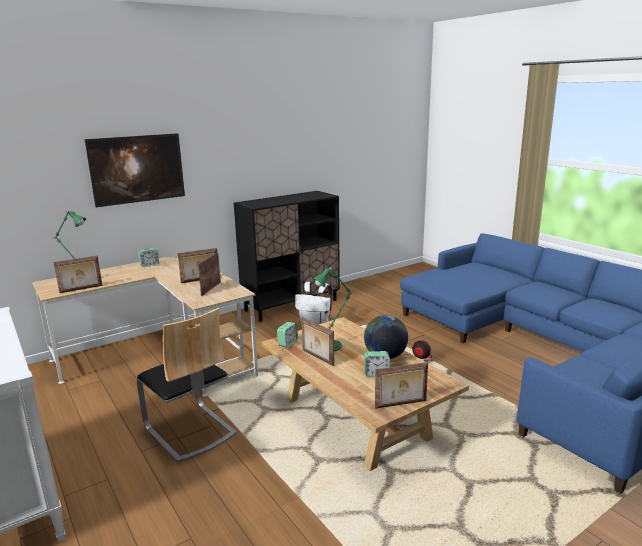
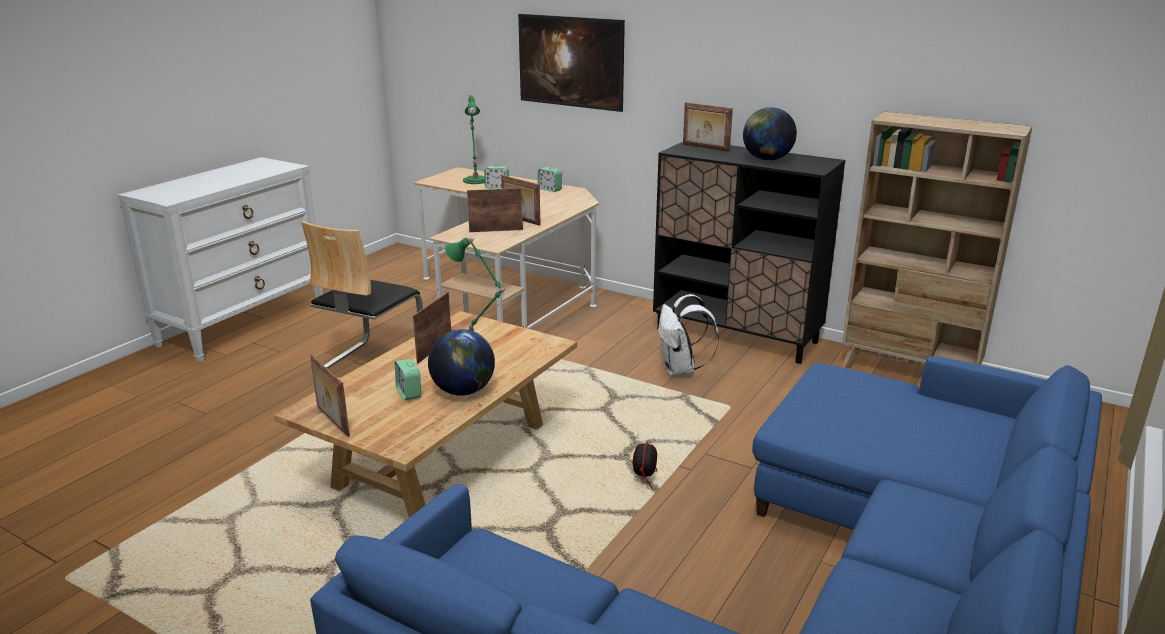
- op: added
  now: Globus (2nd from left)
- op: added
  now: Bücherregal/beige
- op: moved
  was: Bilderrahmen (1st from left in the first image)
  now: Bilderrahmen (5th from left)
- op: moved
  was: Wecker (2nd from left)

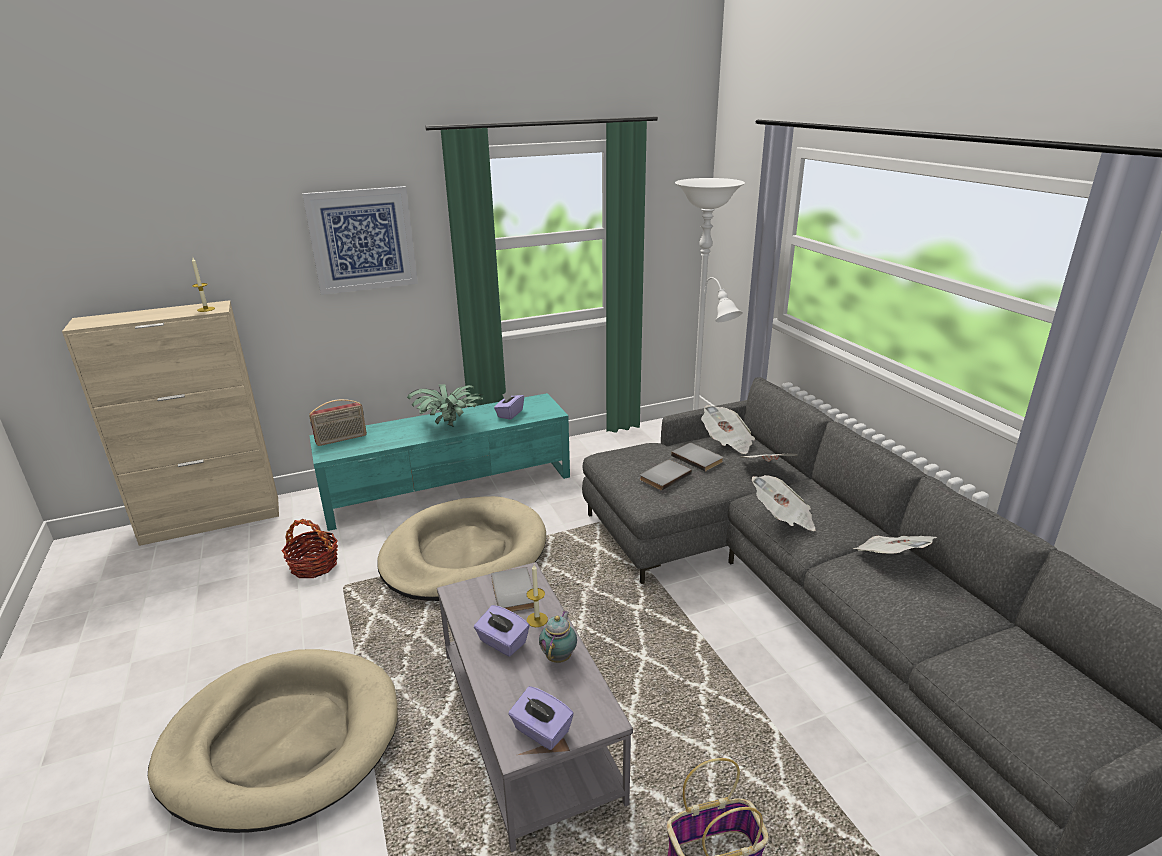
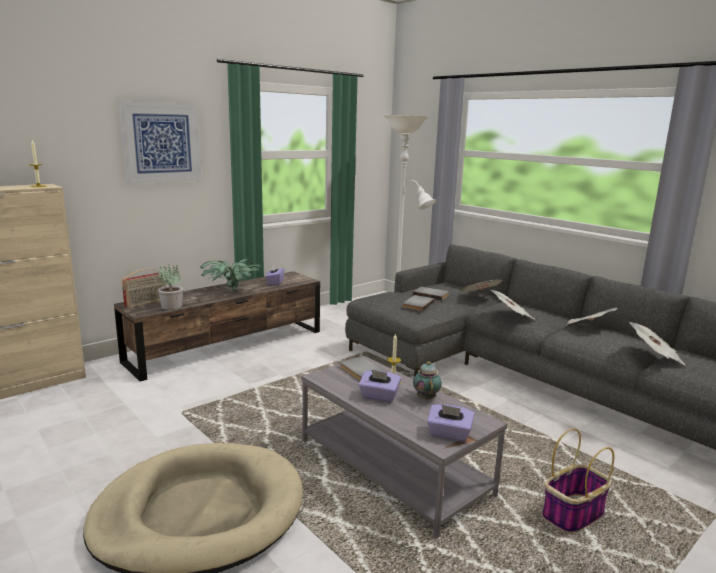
- op: removed
  was: Korb (1st from left)
- op: removed
  was: Hundebett/beige (2nd from left)
- op: added
  now: Topfpflanze (1st from left)
- op: moved
  was: Zeitung (1st from left in the first image)
  now: Zeitung (4th from left)
- op: recoloured
  was: Fernsehschrank/türkis
  now: Fernsehschrank/braun

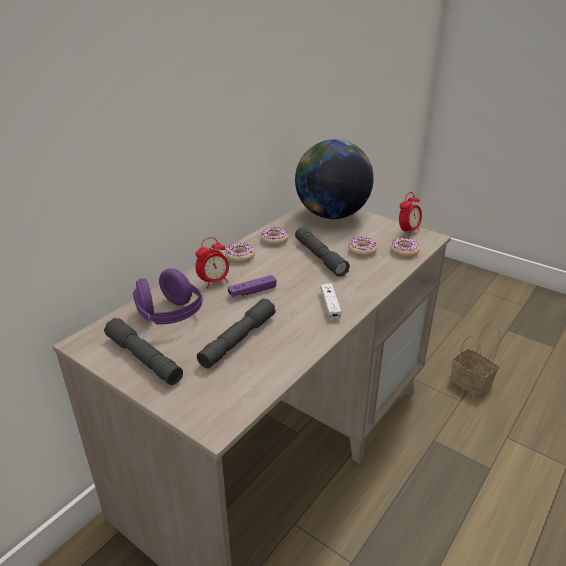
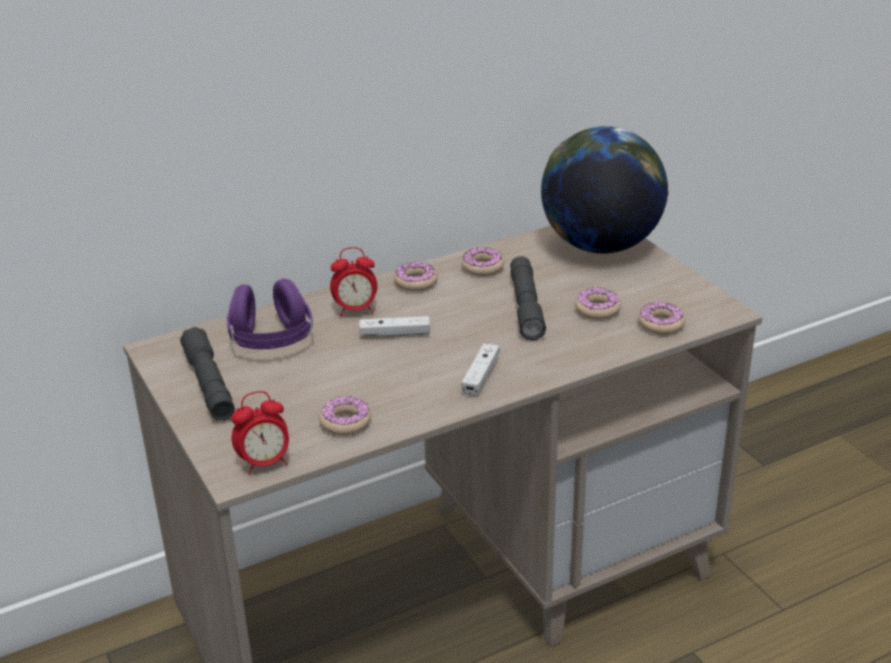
- op: removed
  was: Taschenlampe/grau (2nd from left)
- op: removed
  was: Korb
- op: added
  now: Donut (1st from left)
- op: moved
  was: Wecker (2nd from left in the first image)
  now: Wecker (1st from left)
- op: recoloured
  was: Gamepad/lila
  now: Gamepad/weiß (1st from left)

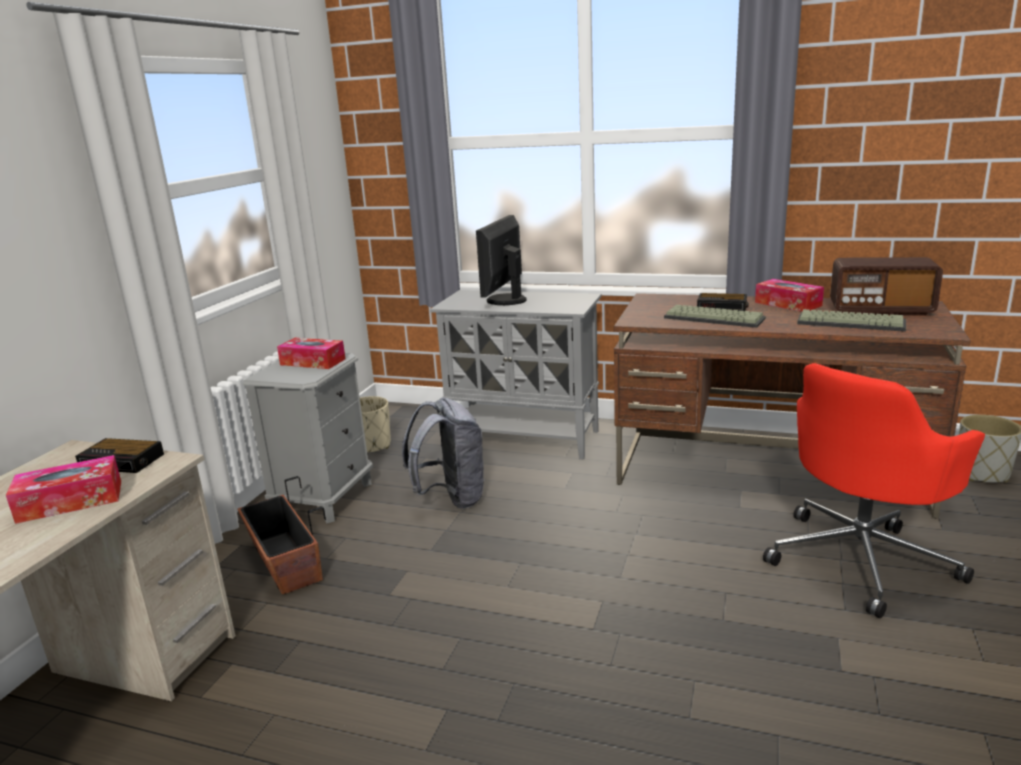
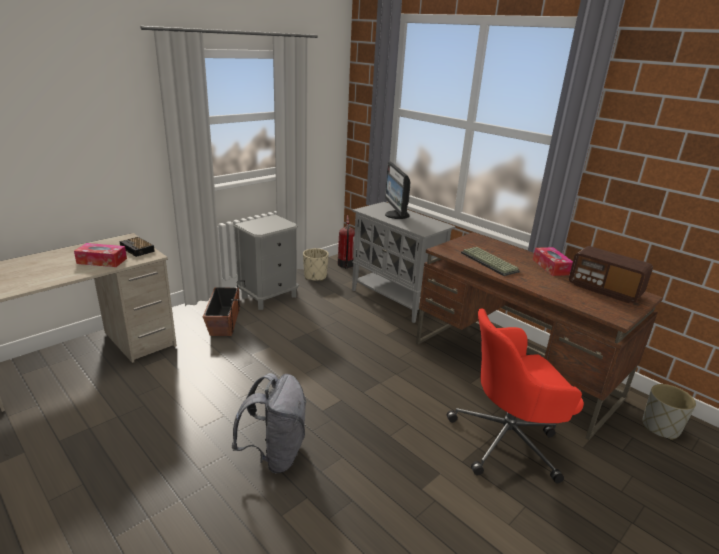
- op: removed
  was: Taschentuchbox (2nd from left)
- op: removed
  was: Wecker (2nd from left)
- op: removed
  was: Tastatur (2nd from left)
- op: added
  now: Feuerlöscher
- op: moved
  was: Rucksack/grau
- op: turned
  was: Monitor
  clockwise: -60

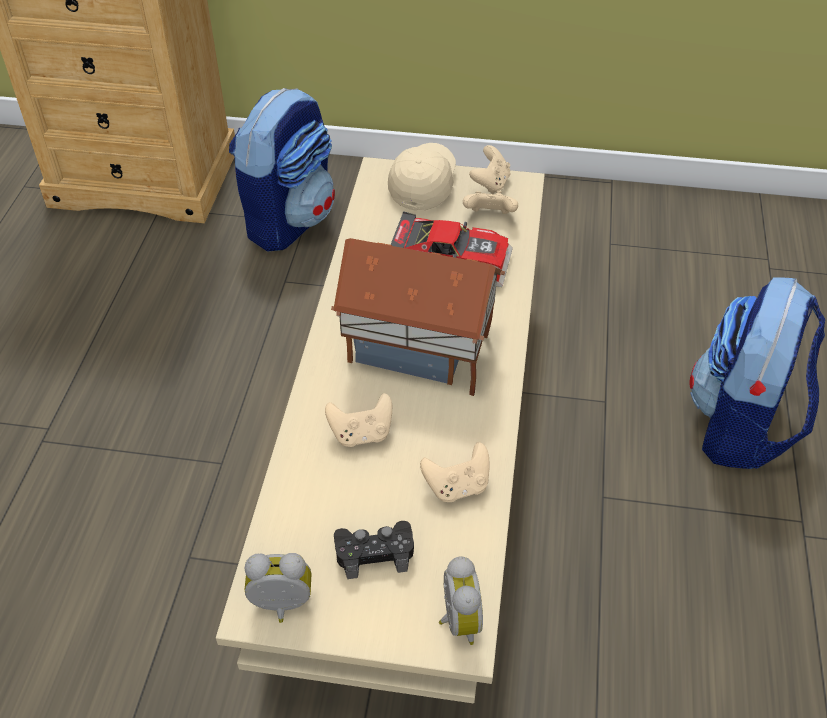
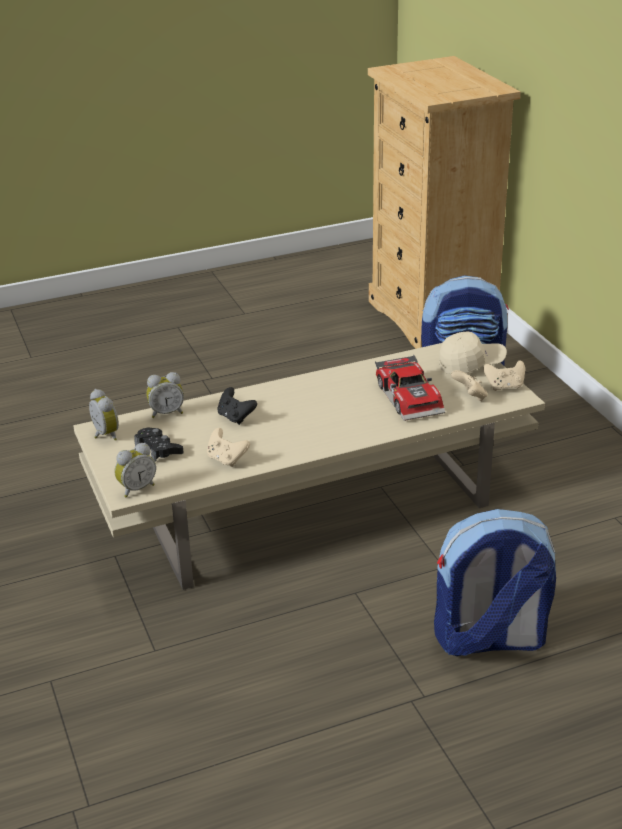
- op: removed
  was: Spielzeughaus
- op: added
  now: Wecker (3rd from left)
- op: recoloured
  was: Gamepad/beige (1st from left)
  now: Gamepad/schwarz (2nd from left)

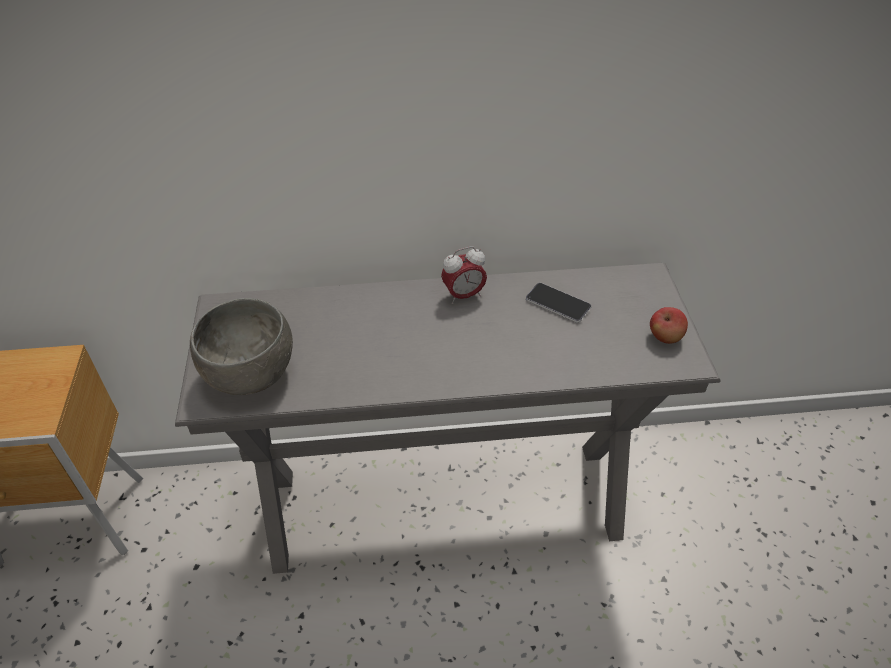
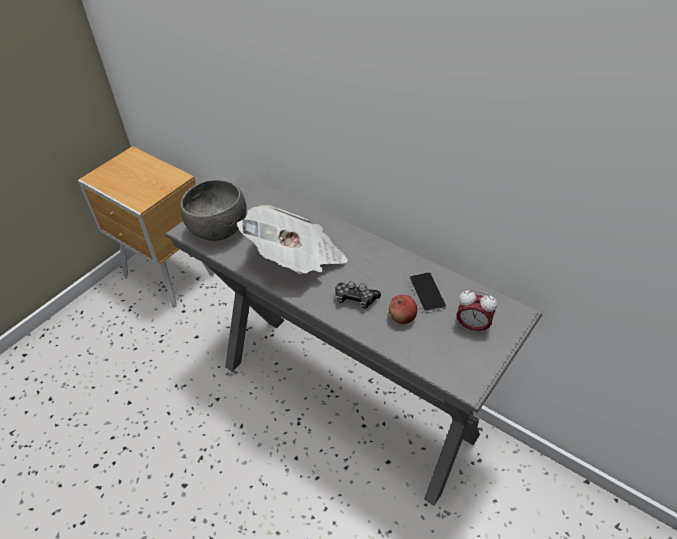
- op: added
  now: Zeitung
- op: added
  now: Gamepad
- op: moved
  was: Wecker
- op: moved
  was: Apfel

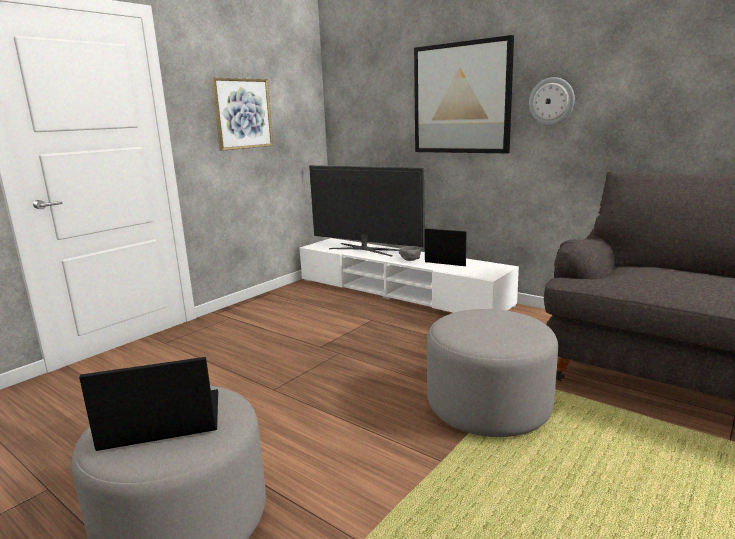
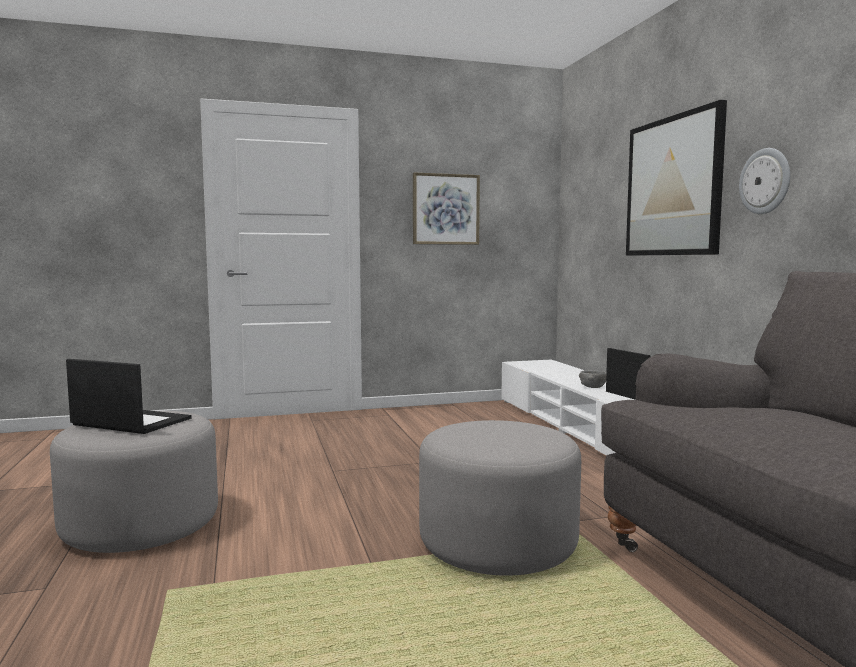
- op: removed
  was: Fernseher

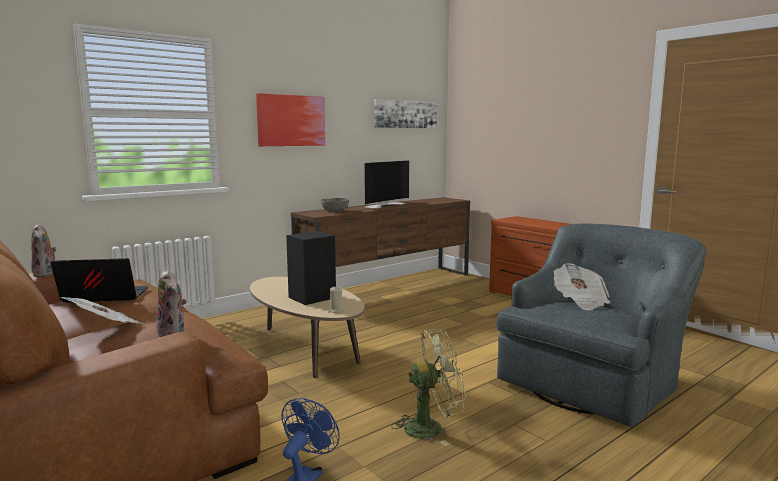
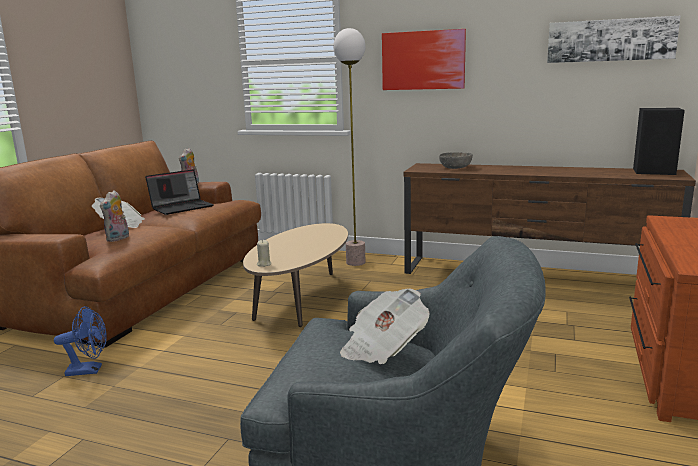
- op: removed
  was: Fernseher
- op: removed
  was: Ventilator/grün
- op: added
  now: Stehlampe
- op: moved
  was: Lautsprecher/schwarz
- op: turned
  was: Laptop
  clockwise: 90

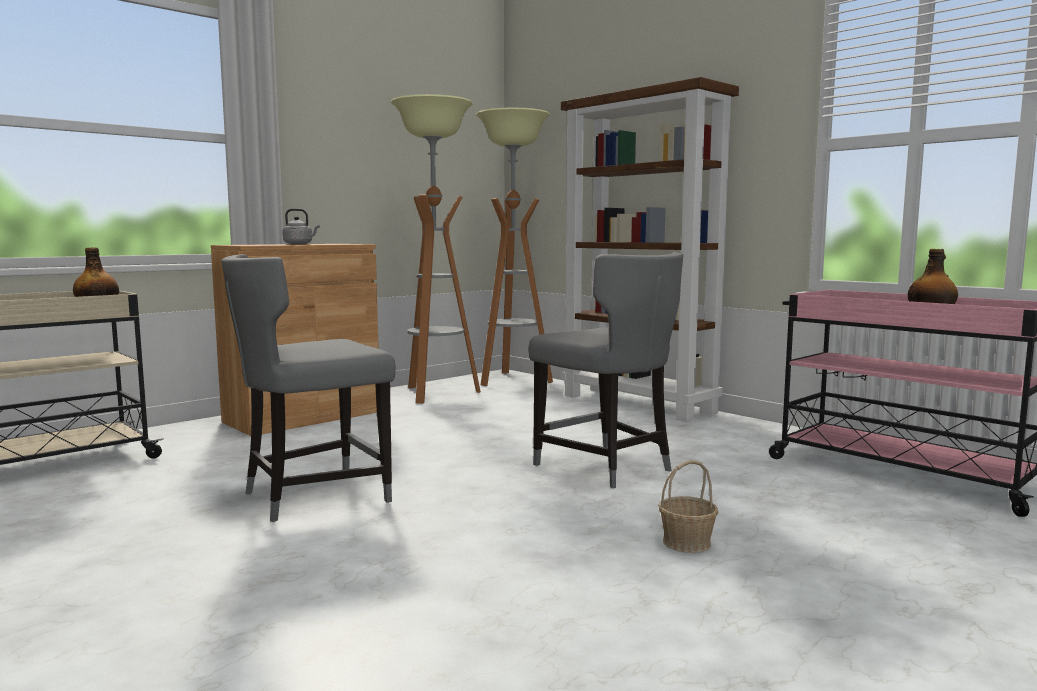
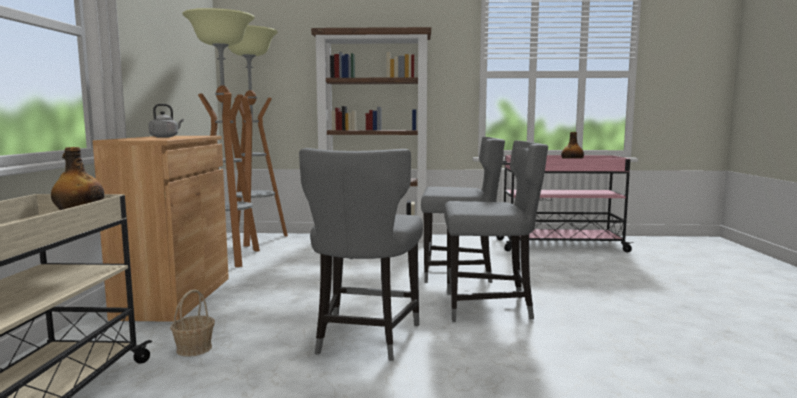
- op: added
  now: Stuhl/grau (3rd from left)
- op: moved
  was: Korb

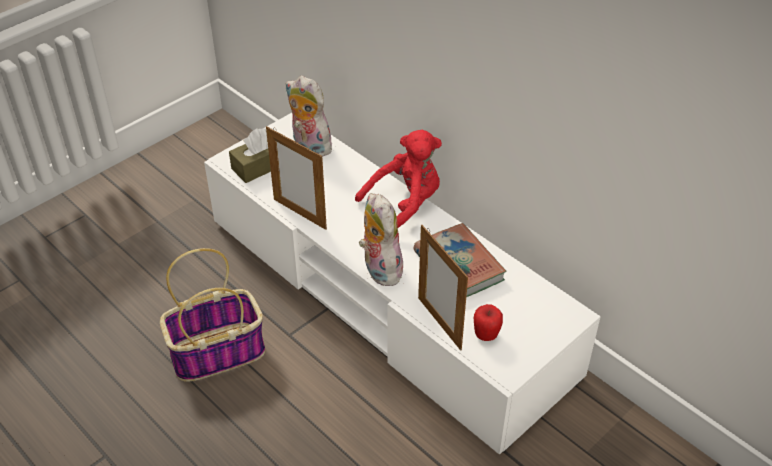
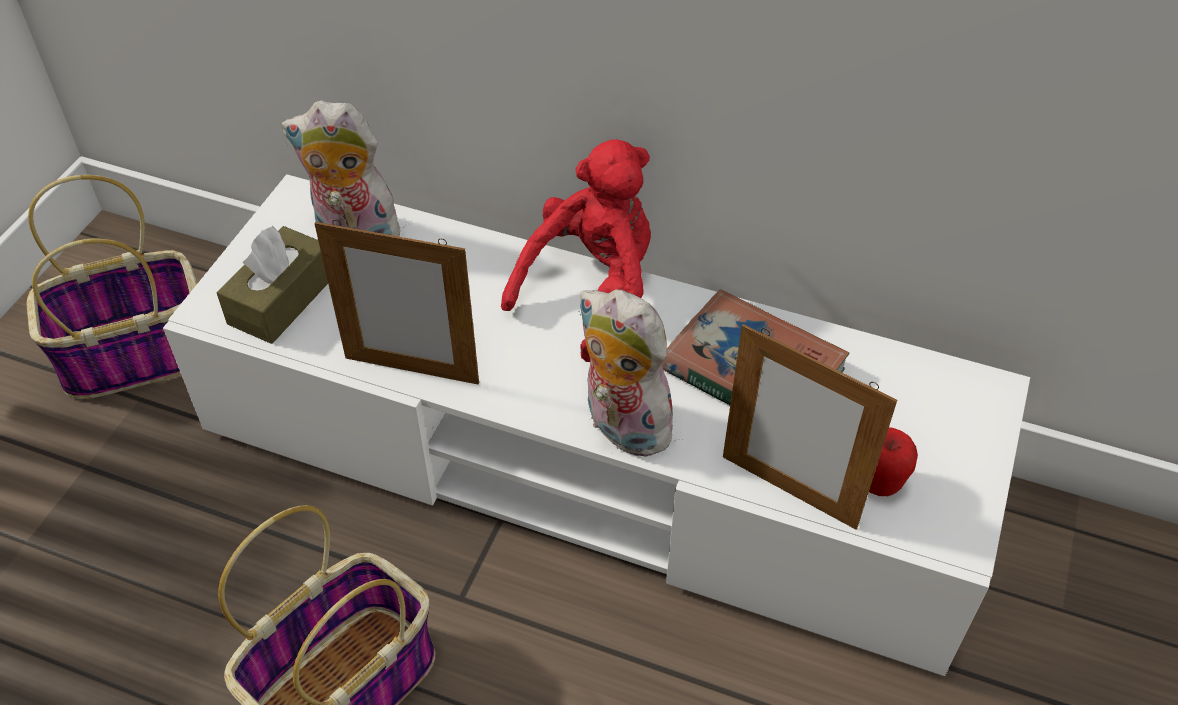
- op: added
  now: Korb (1st from left)

